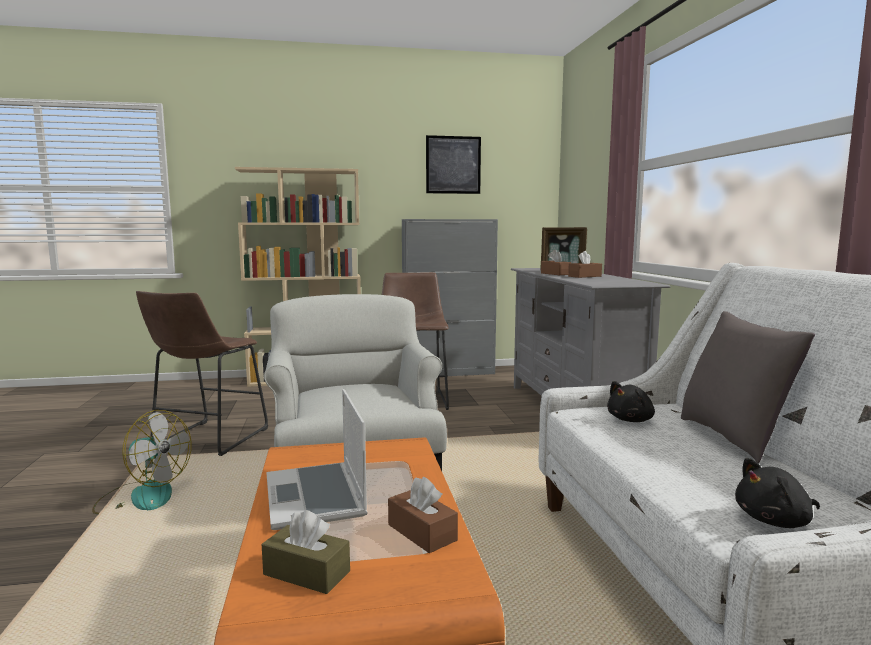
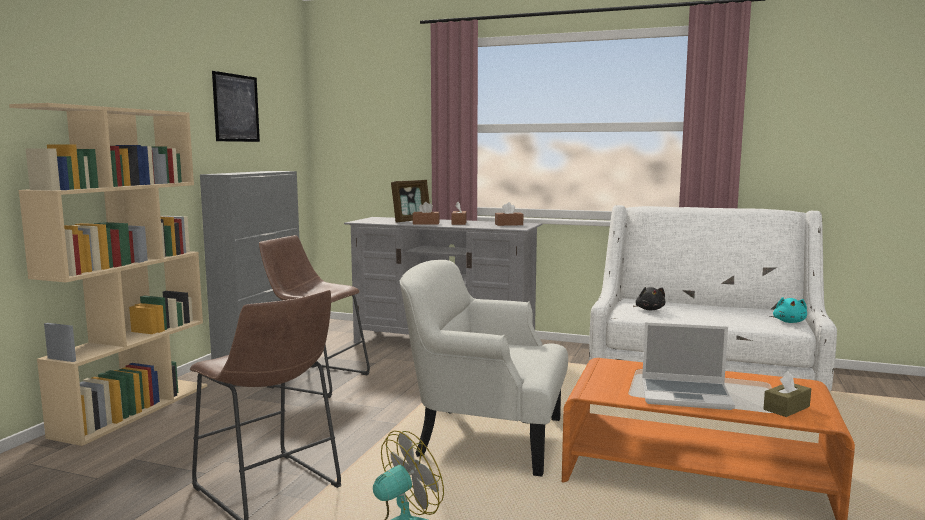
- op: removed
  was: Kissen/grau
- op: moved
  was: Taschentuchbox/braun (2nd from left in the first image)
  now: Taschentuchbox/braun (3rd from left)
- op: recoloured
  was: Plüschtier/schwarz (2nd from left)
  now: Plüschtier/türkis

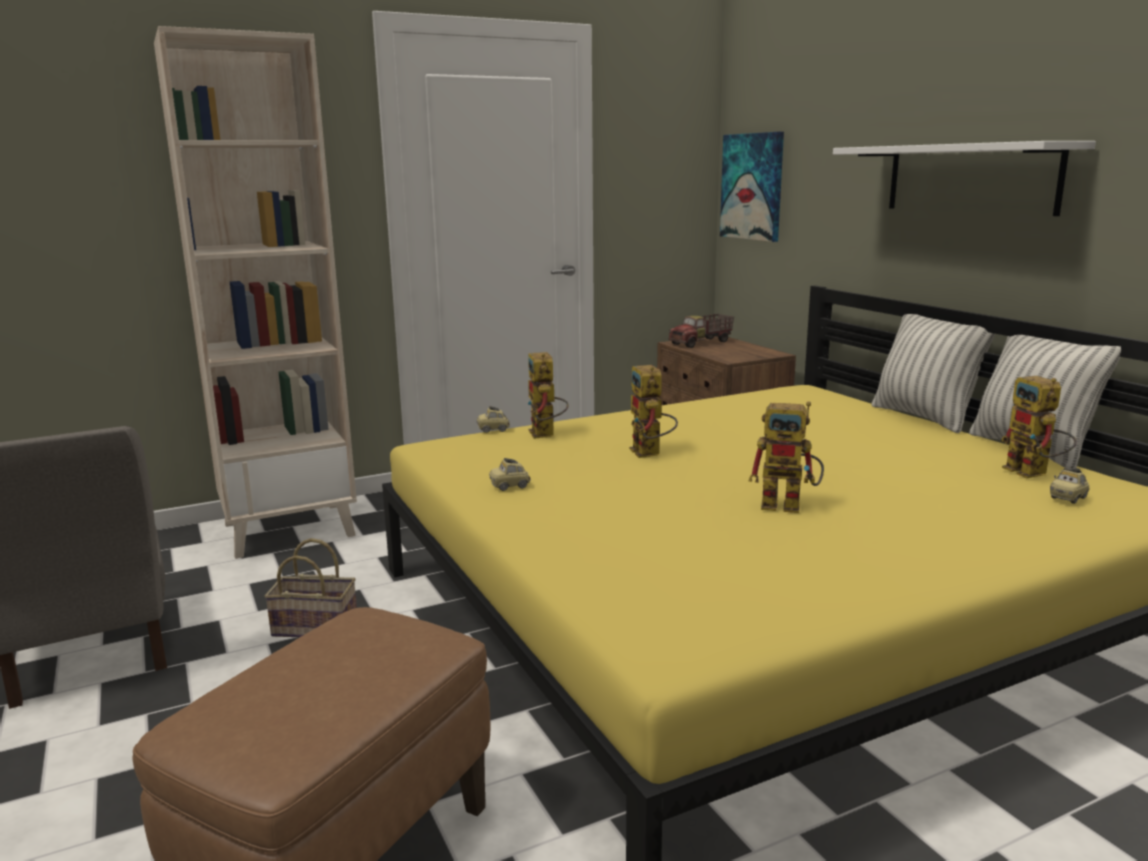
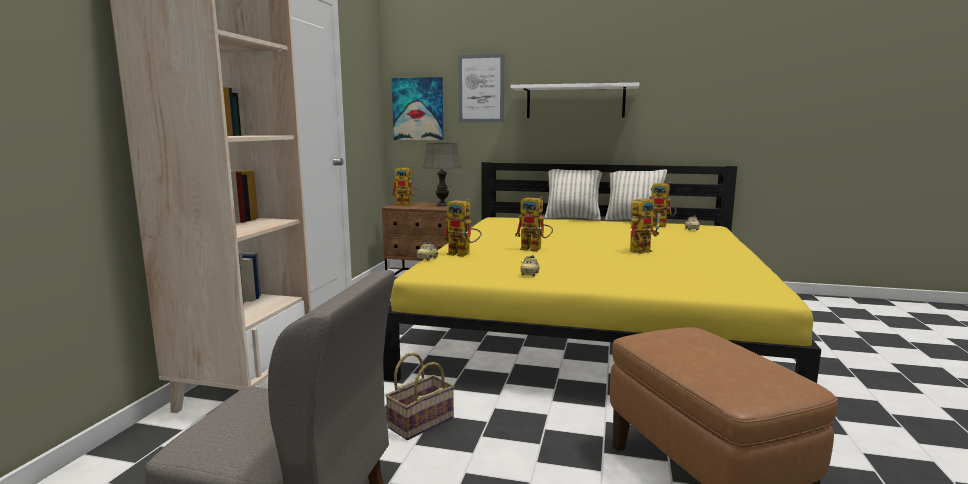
- op: added
  now: Tischlampe/grau
- op: added
  now: Bild (2nd from left)
- op: replaced
  was: Spielzeuglaster
  now: Spielzeugroboter (1st from left)

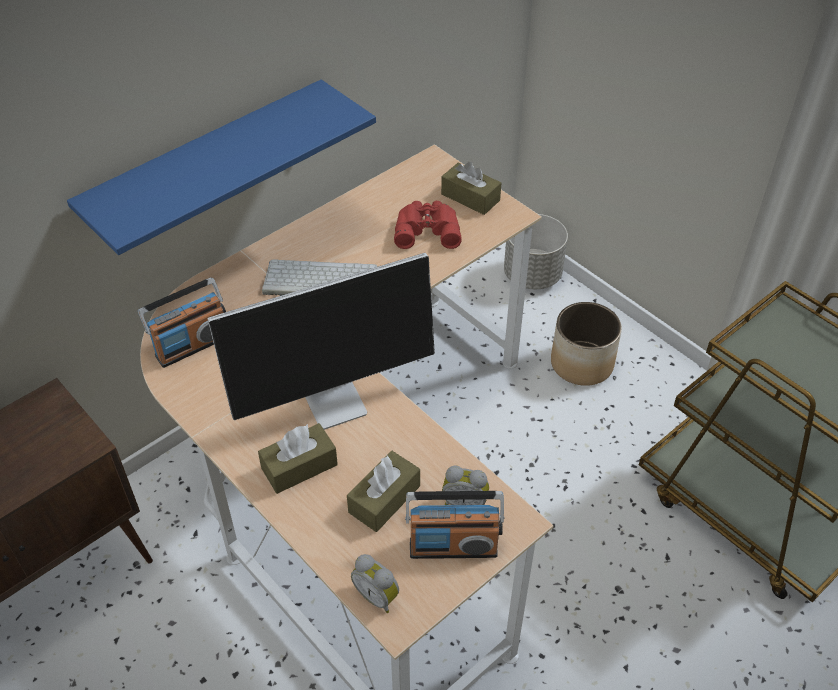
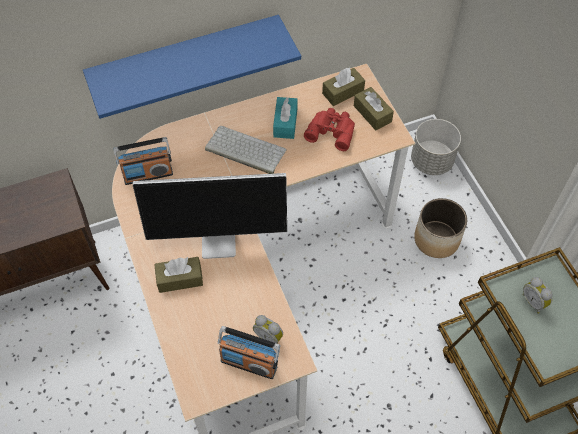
- op: added
  now: Taschentuchbox/türkis
- op: moved
  was: Taschentuchbox/braun (2nd from left)
- op: moved
  was: Wecker (1st from left in the first image)
  now: Wecker (2nd from left)

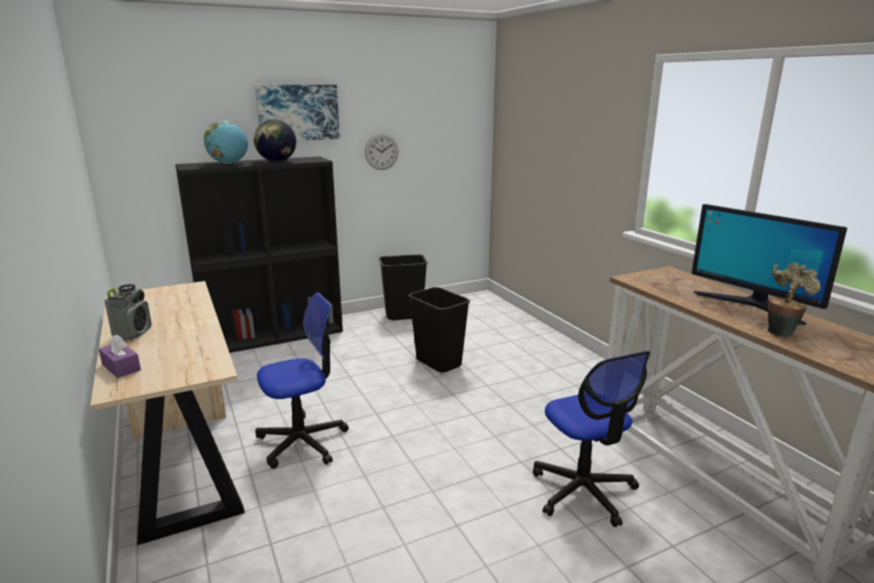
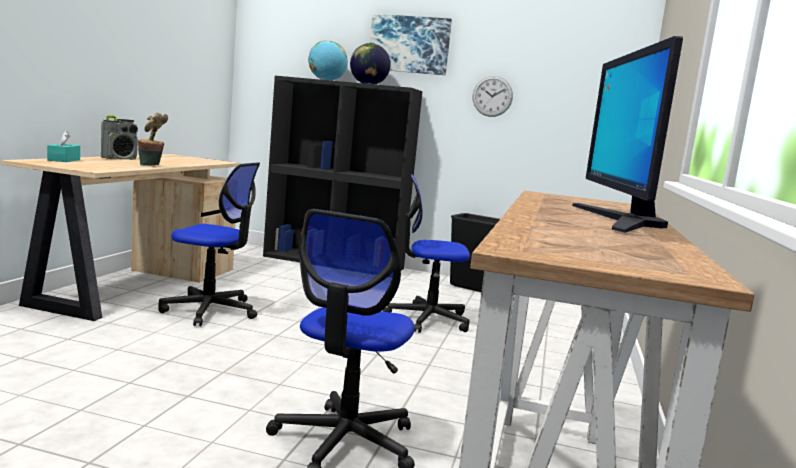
- op: moved
  was: Topfpflanze
- op: replaced
  was: Mülleimer/schwarz (2nd from left)
  now: Bürostuhl (3rd from left)
- op: recoloured
  was: Taschentuchbox/lila
  now: Taschentuchbox/türkis

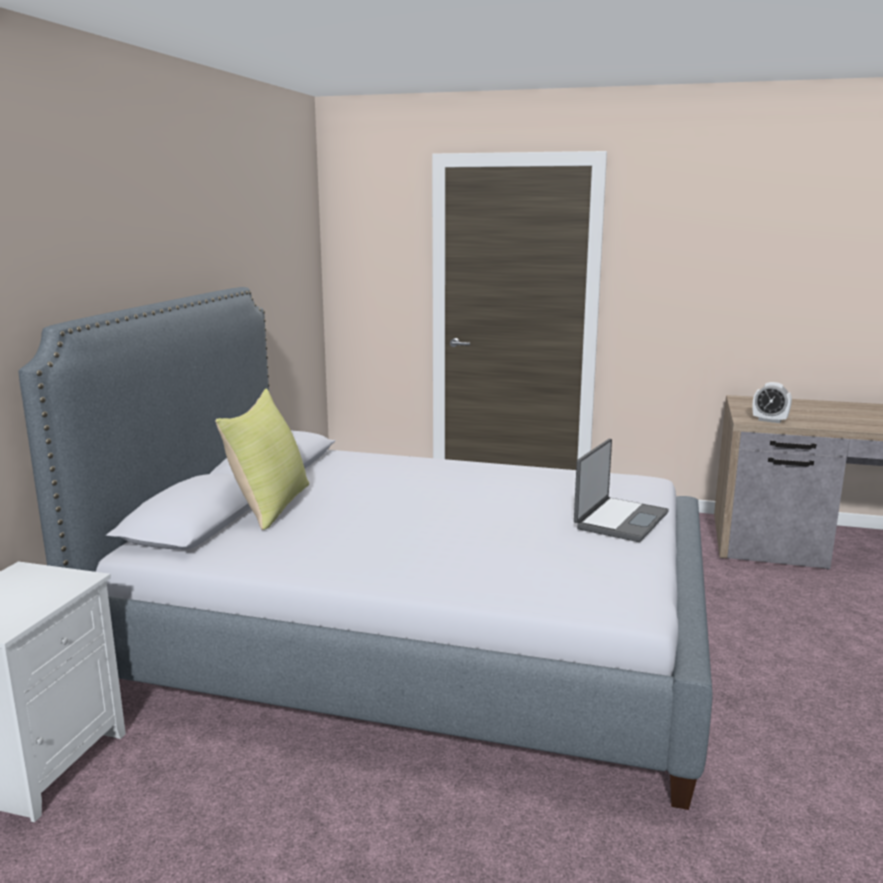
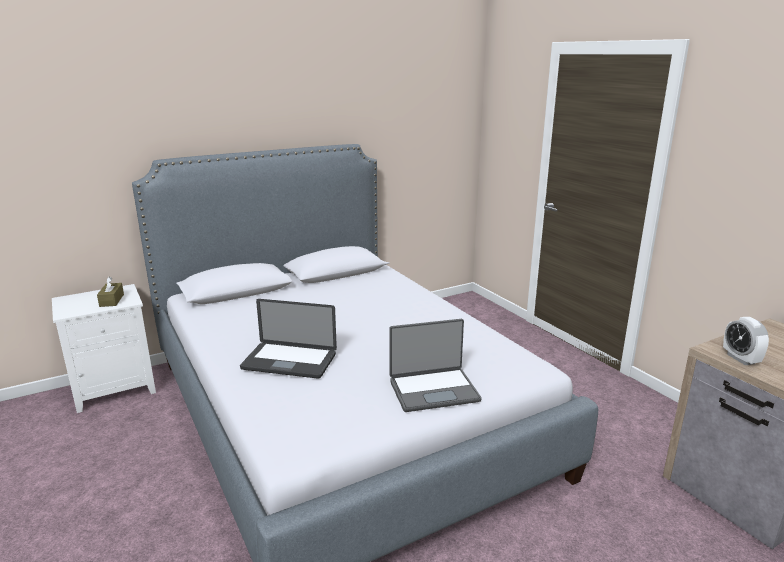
- op: removed
  was: Kissen/gelb
- op: added
  now: Taschentuchbox/braun
- op: added
  now: Laptop (1st from left)

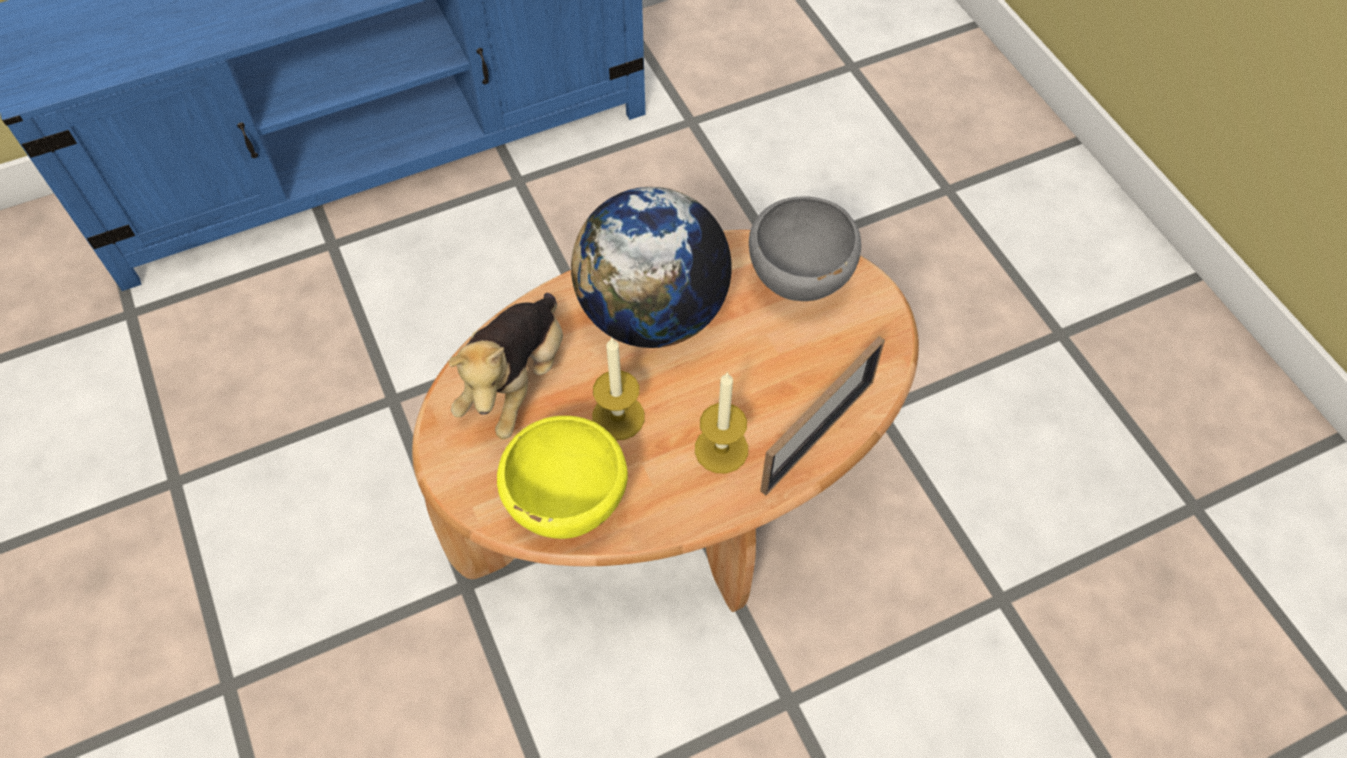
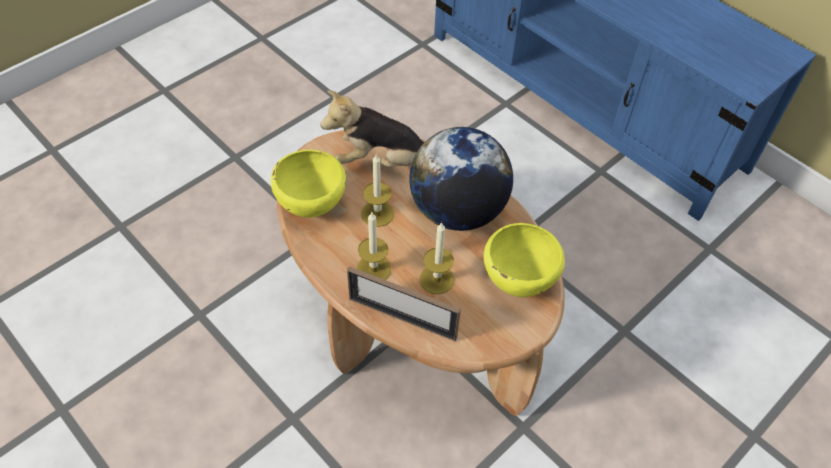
- op: added
  now: Kerze (3rd from left)
- op: recoloured
  was: Schüssel/grau
  now: Schüssel/gelb (2nd from left)

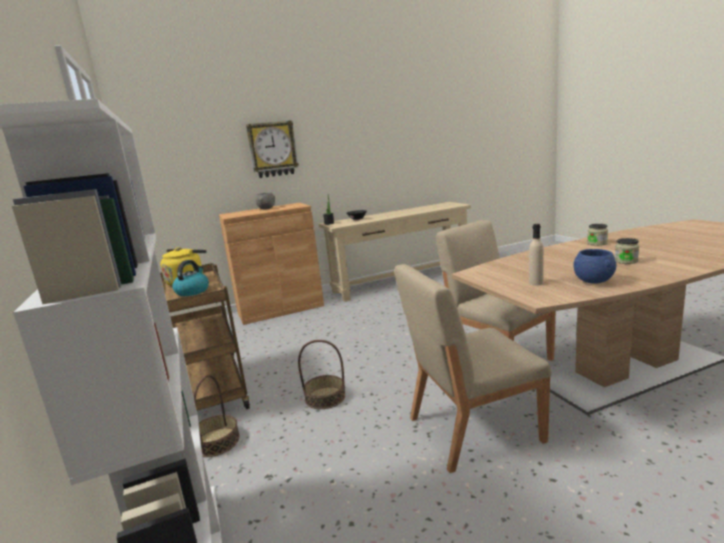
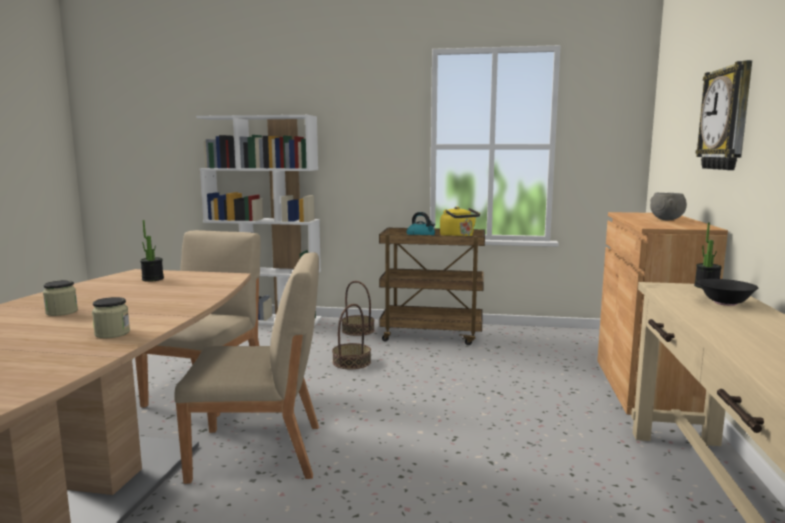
- op: removed
  was: Schüssel/blau
- op: replaced
  was: Flasche/beige
  now: Topfpflanze (1st from left)

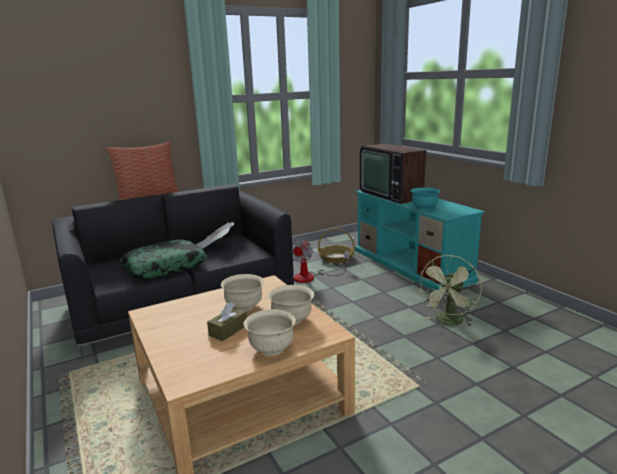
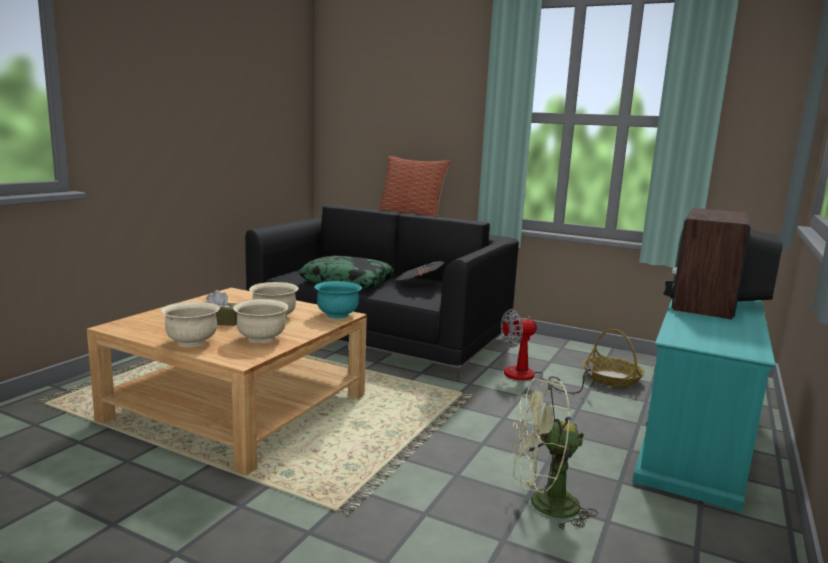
- op: moved
  was: Schüssel/türkis

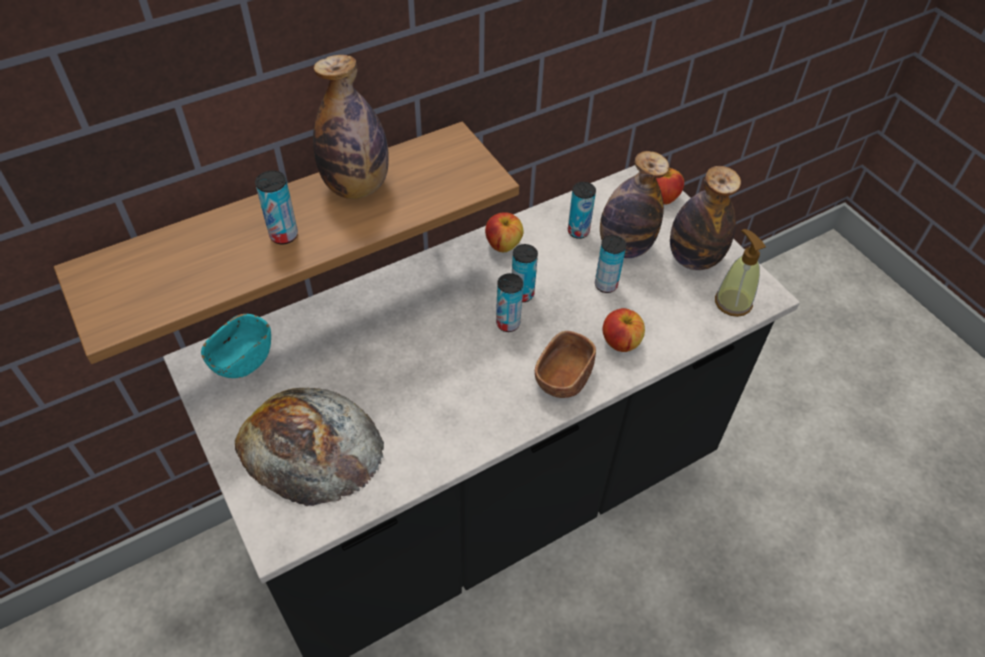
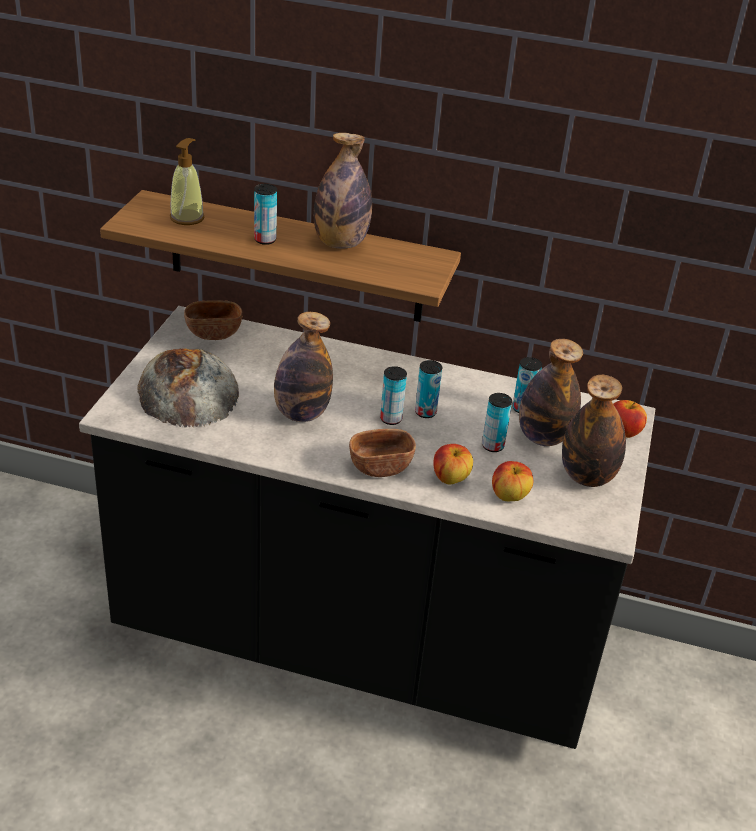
- op: added
  now: Flasche (1st from left)
- op: moved
  was: Apfel (1st from left in the first image)
  now: Apfel (2nd from left)
- op: moved
  was: Seifenspender
- op: recoloured
  was: Schüssel/türkis
  now: Schüssel/braun (1st from left)

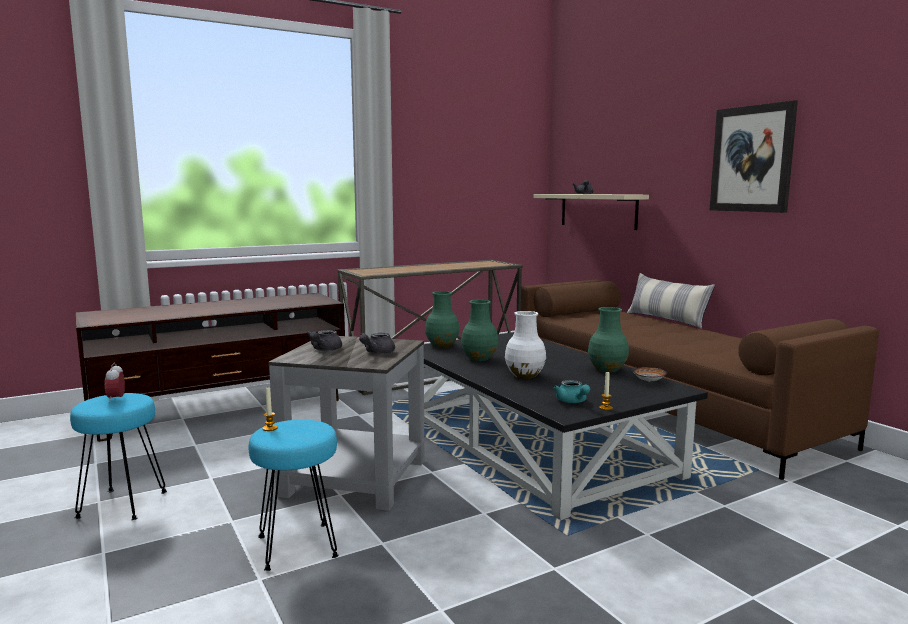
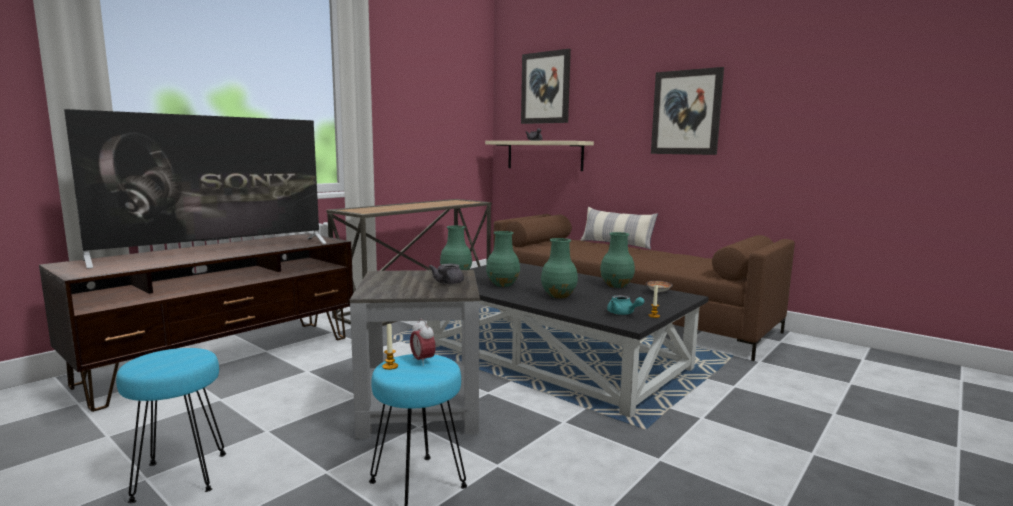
- op: removed
  was: Teekanne/grau (1st from left)
- op: added
  now: Fernseher
- op: added
  now: Bild (1st from left)
- op: moved
  was: Wecker
- op: recoloured
  was: Vase/weiß
  now: Vase/grün (3rd from left)

